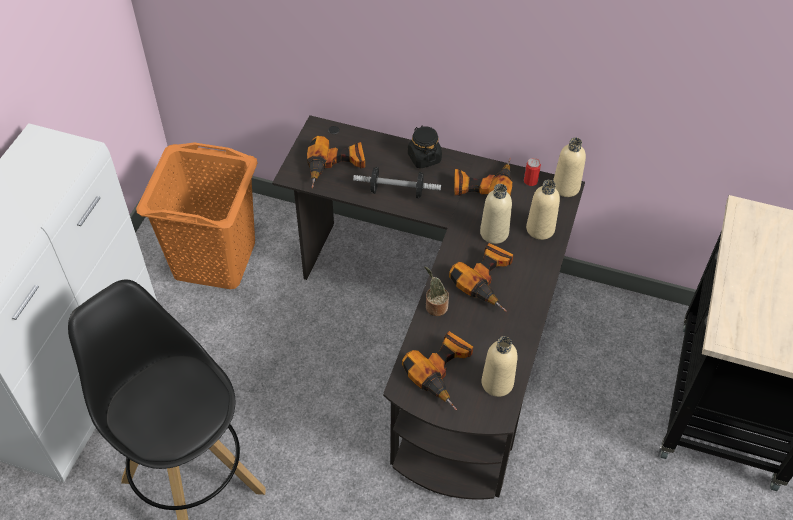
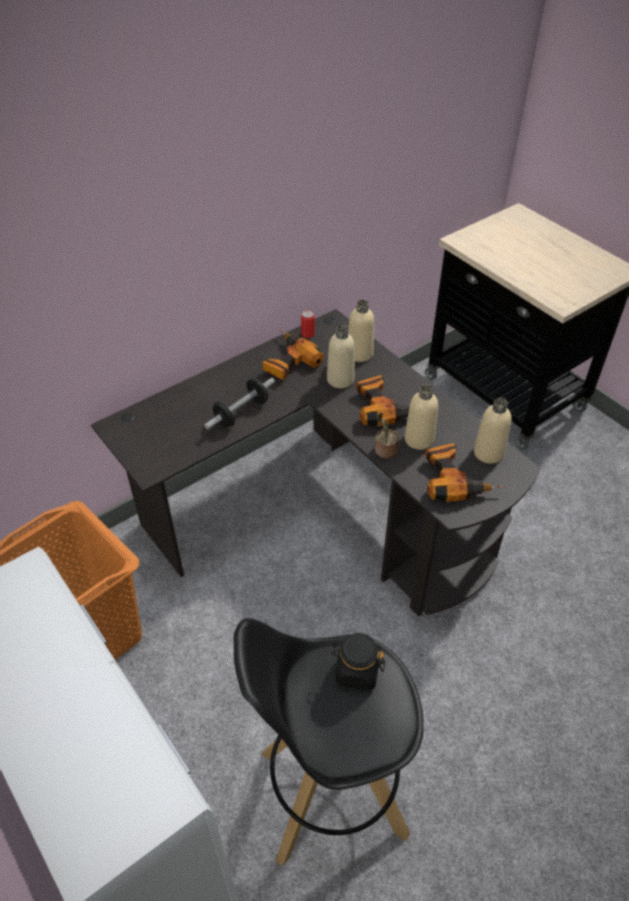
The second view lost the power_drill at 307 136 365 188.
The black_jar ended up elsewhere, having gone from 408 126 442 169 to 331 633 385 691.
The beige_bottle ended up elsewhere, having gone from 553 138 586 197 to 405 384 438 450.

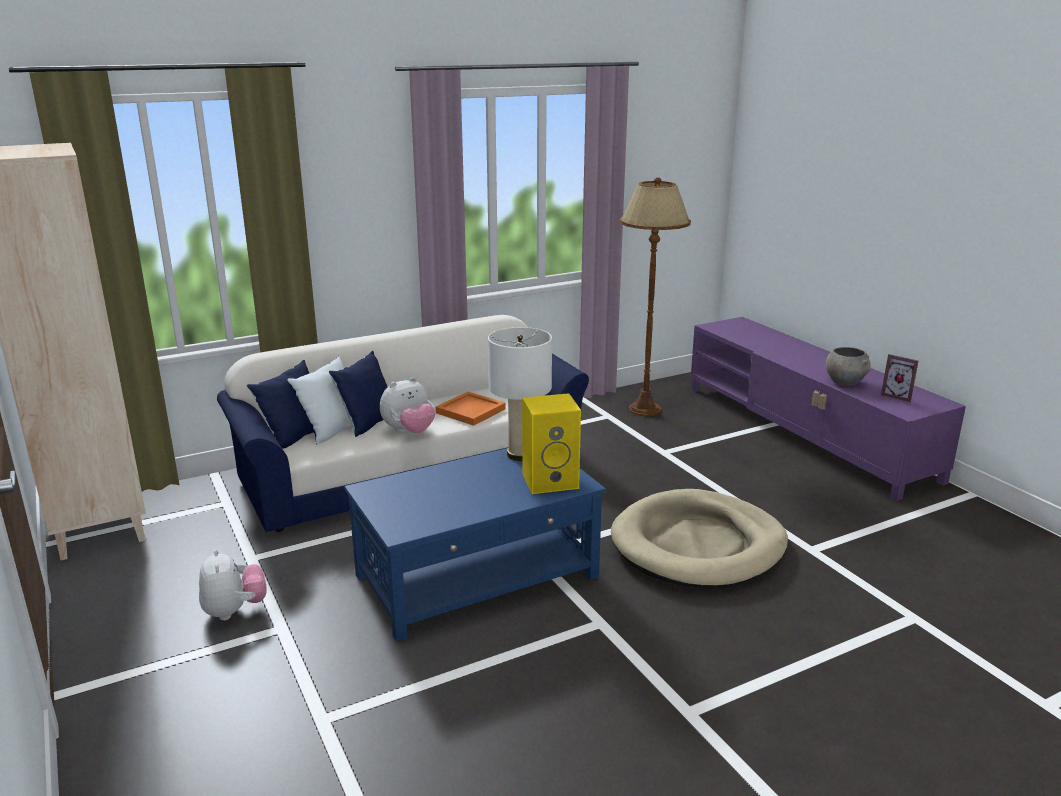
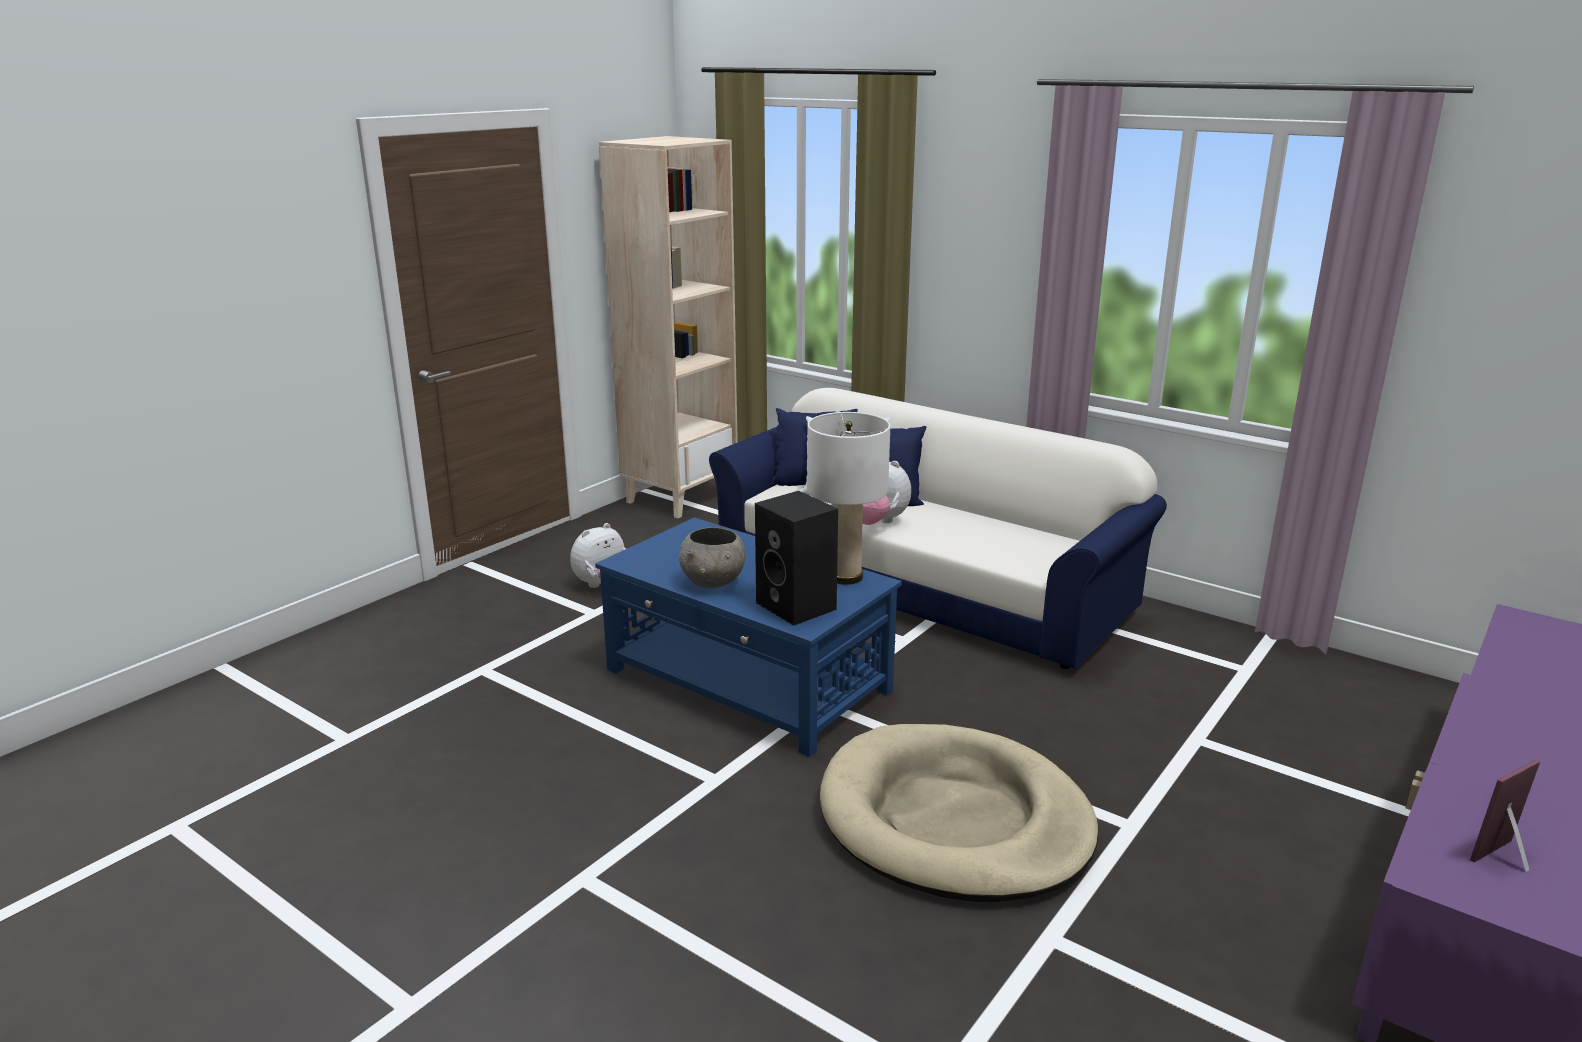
The second view lost the orange_tray at 435 392 506 426.
What was the yellow_speaker at 522 393 581 494 turned into the black_speaker at 755 491 838 626.
The second view lost the brown_floor_lamp at 620 177 691 416.
The grey_bowl ended up elsewhere, having gone from 826 347 871 386 to 679 527 746 589.
The picture_frame at 881 354 918 402 ended up facing another way, 45 degrees clockwise from before.

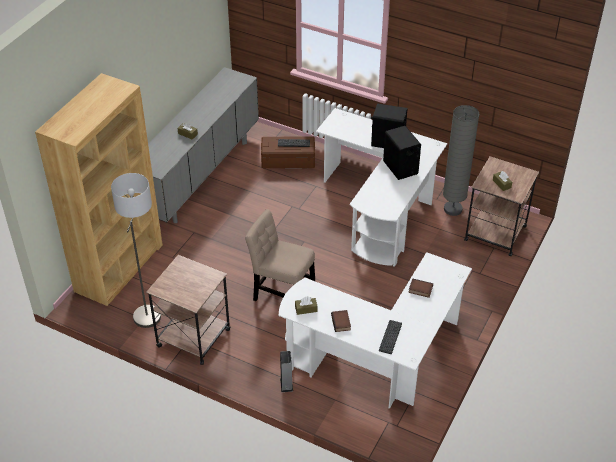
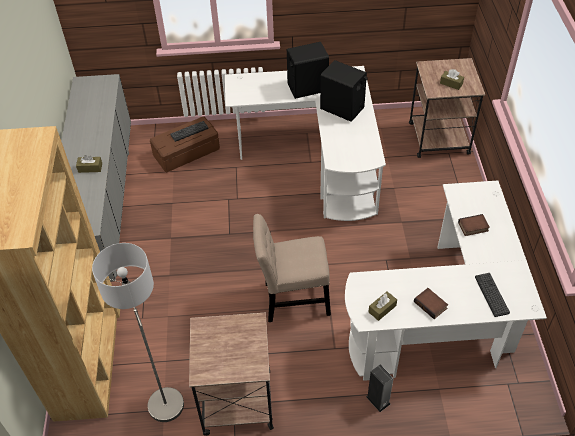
The second view lost the grey_floor_lamp at 443 105 480 216.

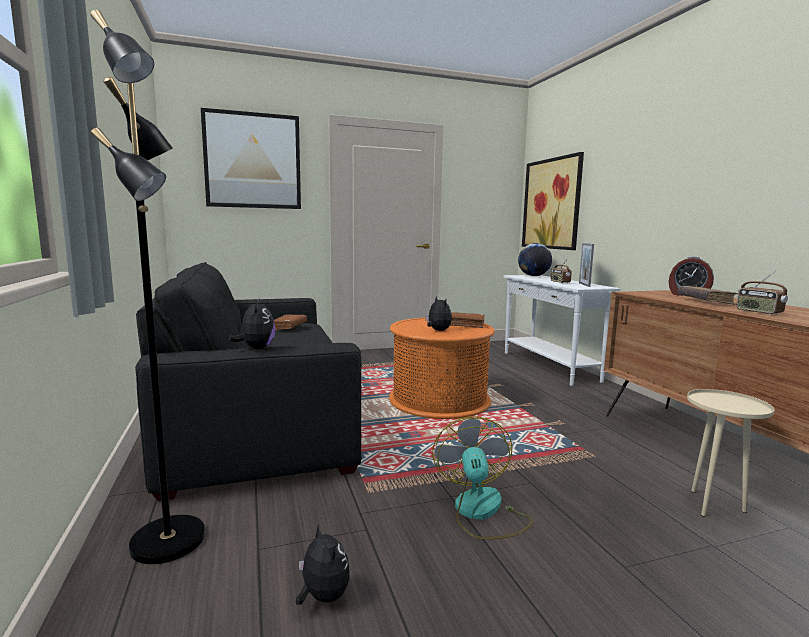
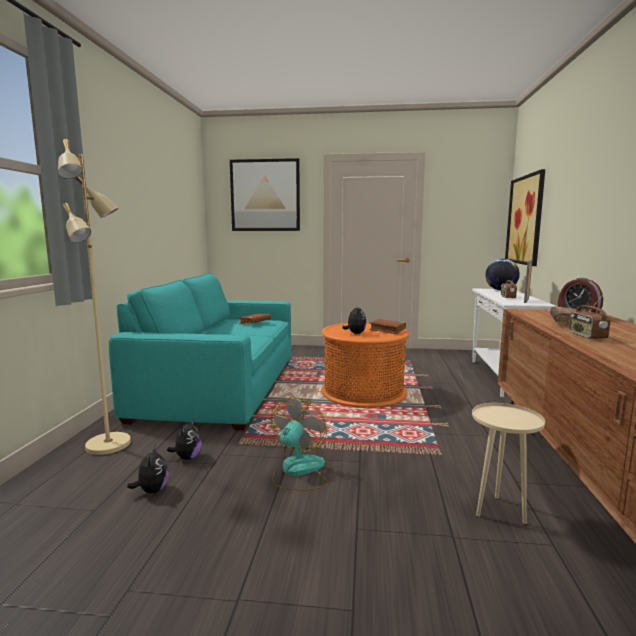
What was the black_floor_lamp at 91 10 205 564 turned into the beige_floor_lamp at 58 139 131 455.
What was the black_sofa at 135 262 362 501 turned into the turquoise_sofa at 109 273 291 430.
The plush_toy ended up elsewhere, having gone from 229 298 275 349 to 167 419 202 460.

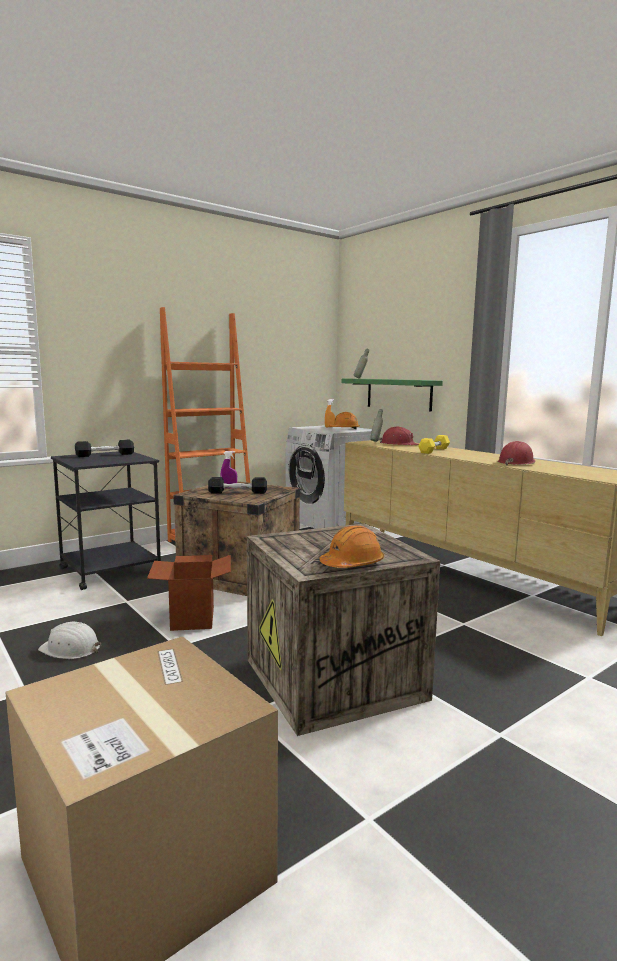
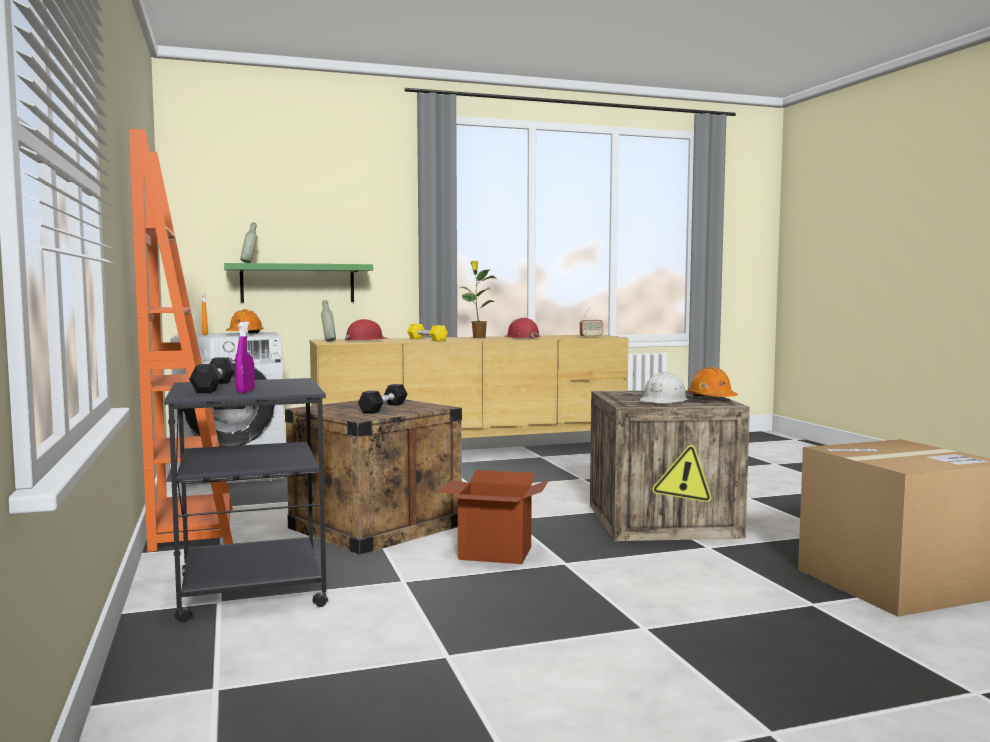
The white_hard_hat ended up elsewhere, having gone from 38 622 101 659 to 639 372 688 404.
The purple_spray_bottle ended up elsewhere, having gone from 220 451 237 489 to 235 321 255 393.
The second view gained the potted_plant at 459 261 496 338.
The second view gained the radio at 580 308 603 338.

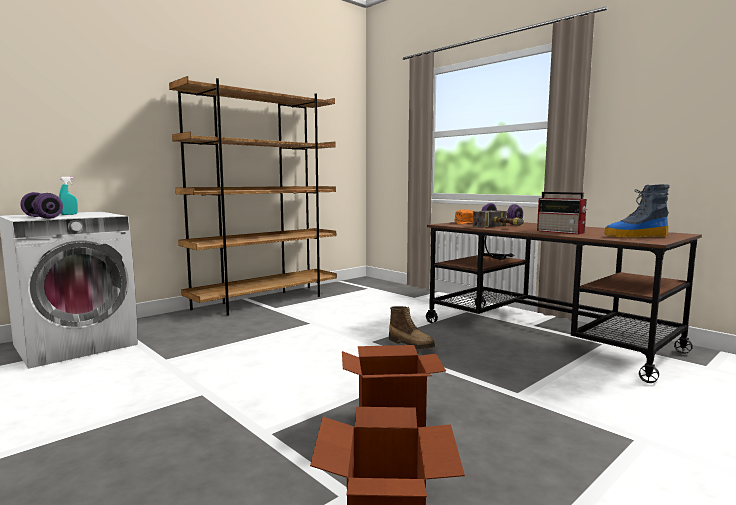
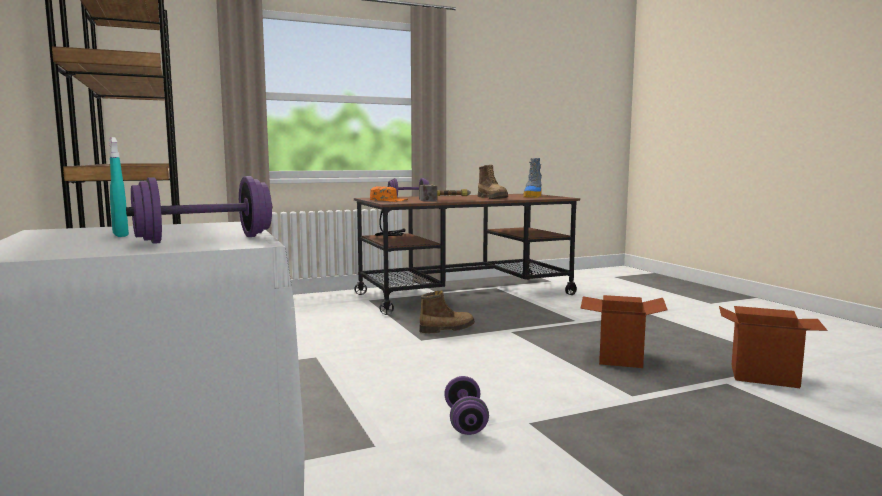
Where the radio stood at 537 192 587 234, the boot came to stand at 478 165 508 199.
The second view gained the purple_dumbbell at 444 376 489 435.

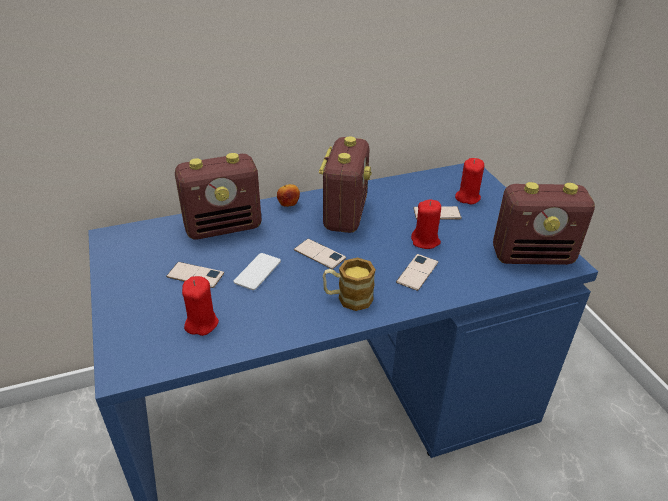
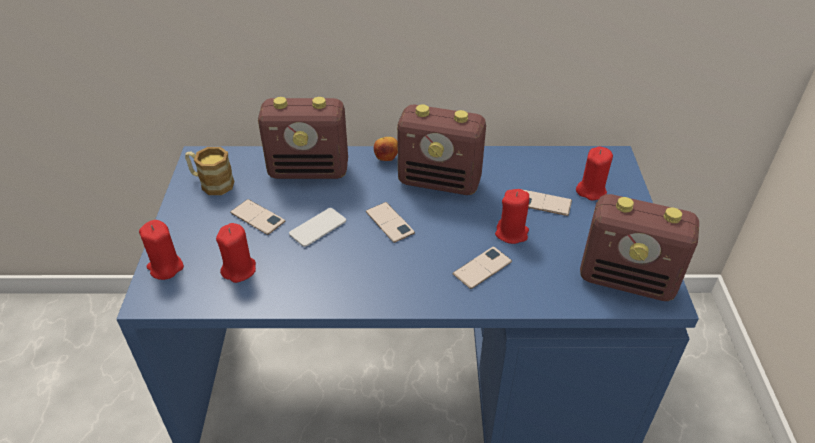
The radio at 319 137 372 233 ended up facing another way, 75 degrees clockwise from before.
The mug ended up elsewhere, having gone from 323 258 376 311 to 185 147 234 195.
The second view gained the red_candle at 139 220 184 280.

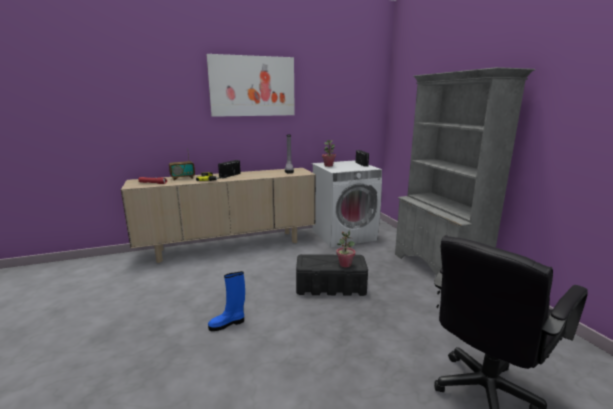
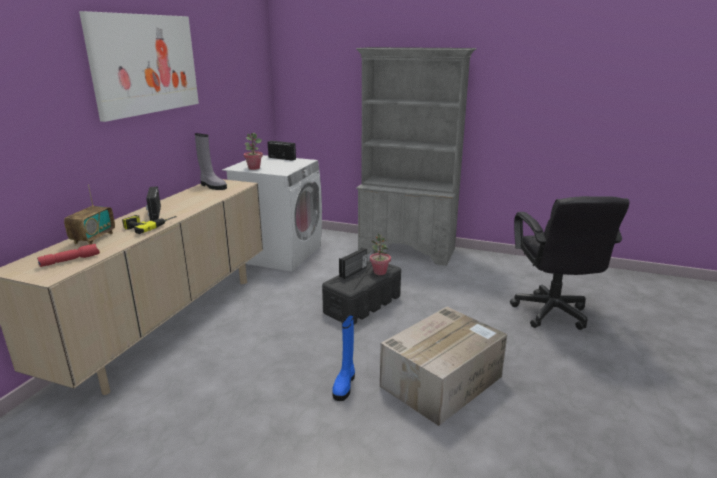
The second view gained the radio at 339 248 367 279.
The second view gained the cardboard_box at 380 307 507 426.

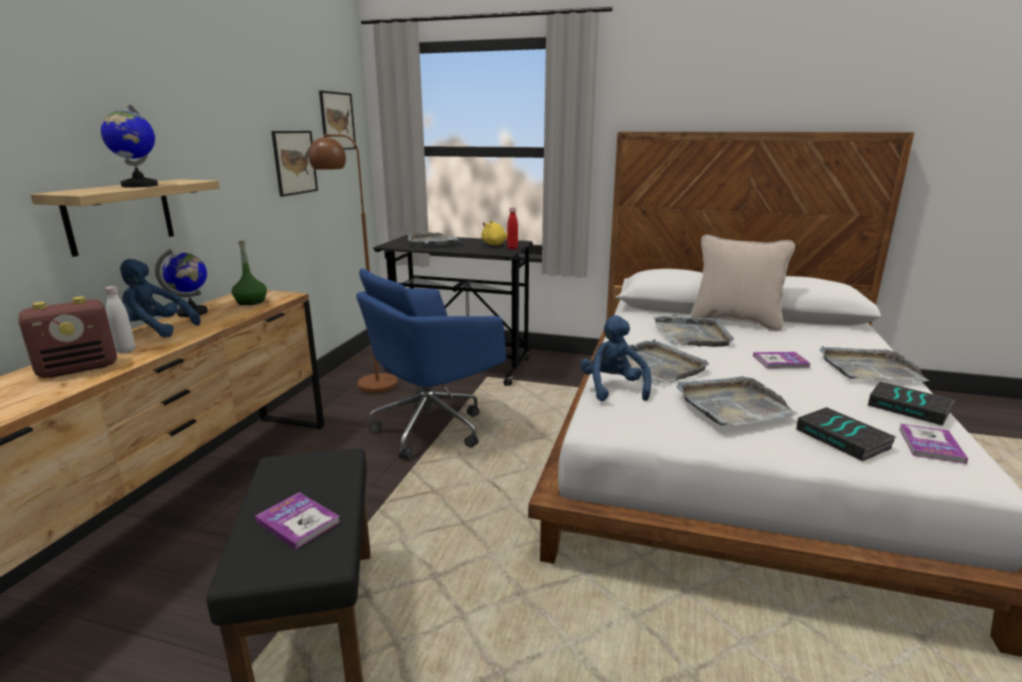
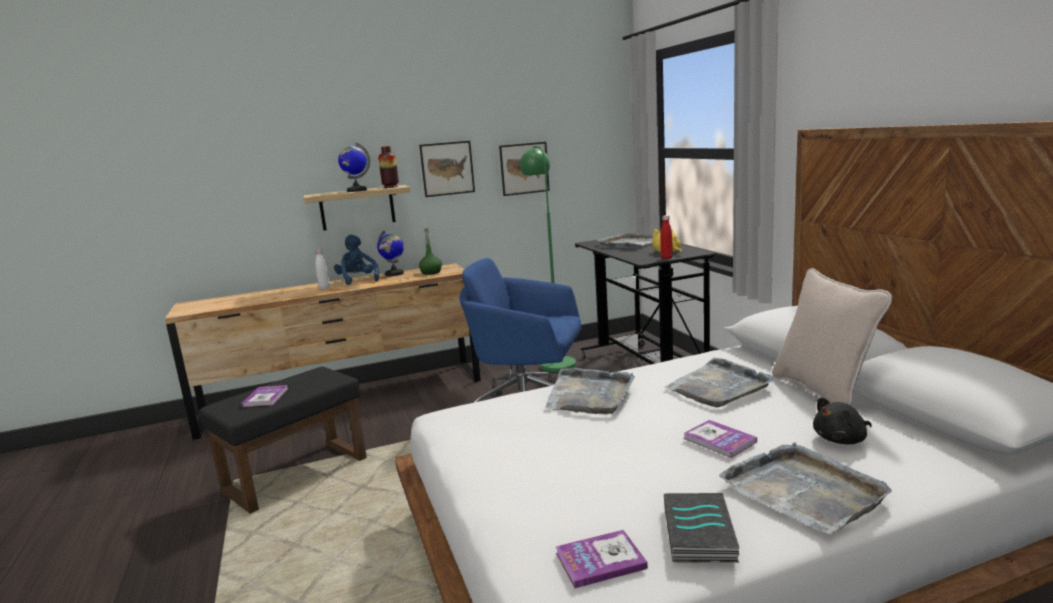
The second view lost the radio at 19 296 117 378.
What was the brown_floor_lamp at 308 134 398 394 turned into the green_floor_lamp at 520 146 576 373.
The picture ended up elsewhere, having gone from 319 91 356 150 to 419 141 475 197.
The second view lost the blue_plush_toy at 580 315 651 401.
The second view lost the grey_tray at 676 376 798 426.
The second view lost the book at 796 407 896 461.
The second view gained the vase at 378 146 399 188.
The second view gained the black_plush_toy at 813 397 872 444.

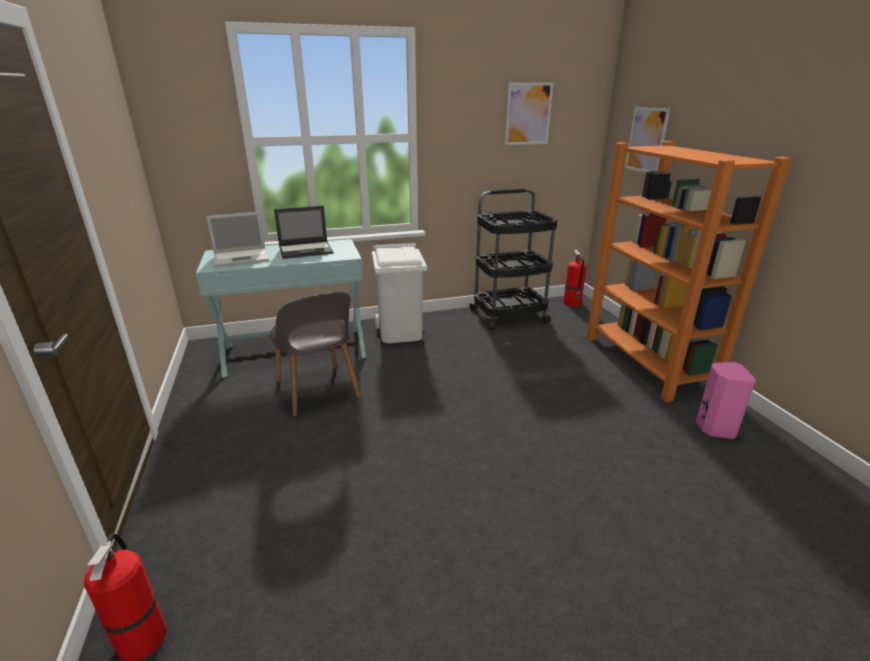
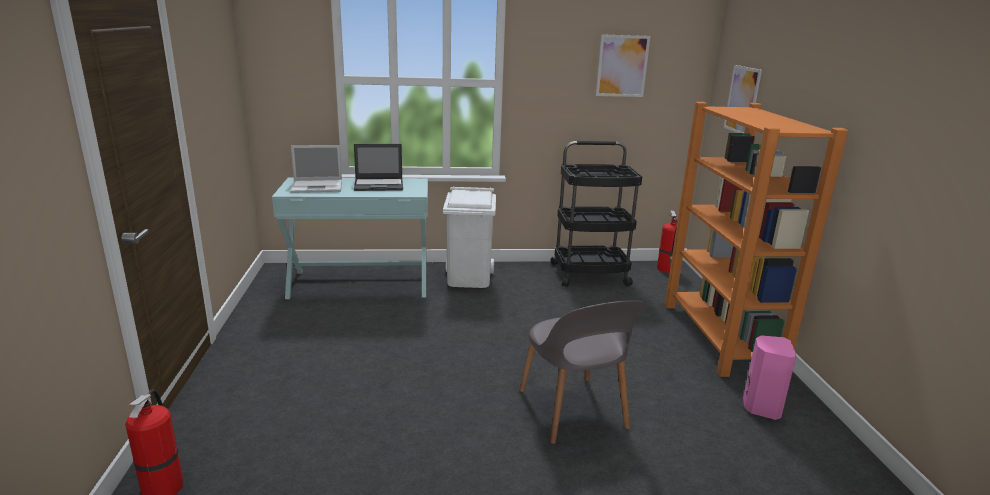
The grey_chair ended up elsewhere, having gone from 270 292 361 416 to 519 300 644 444.

